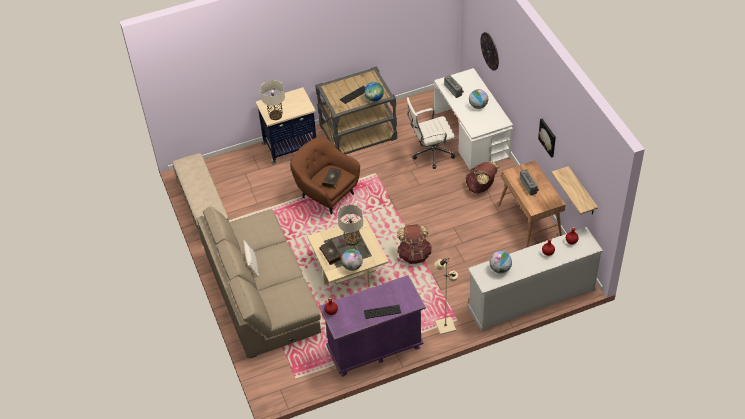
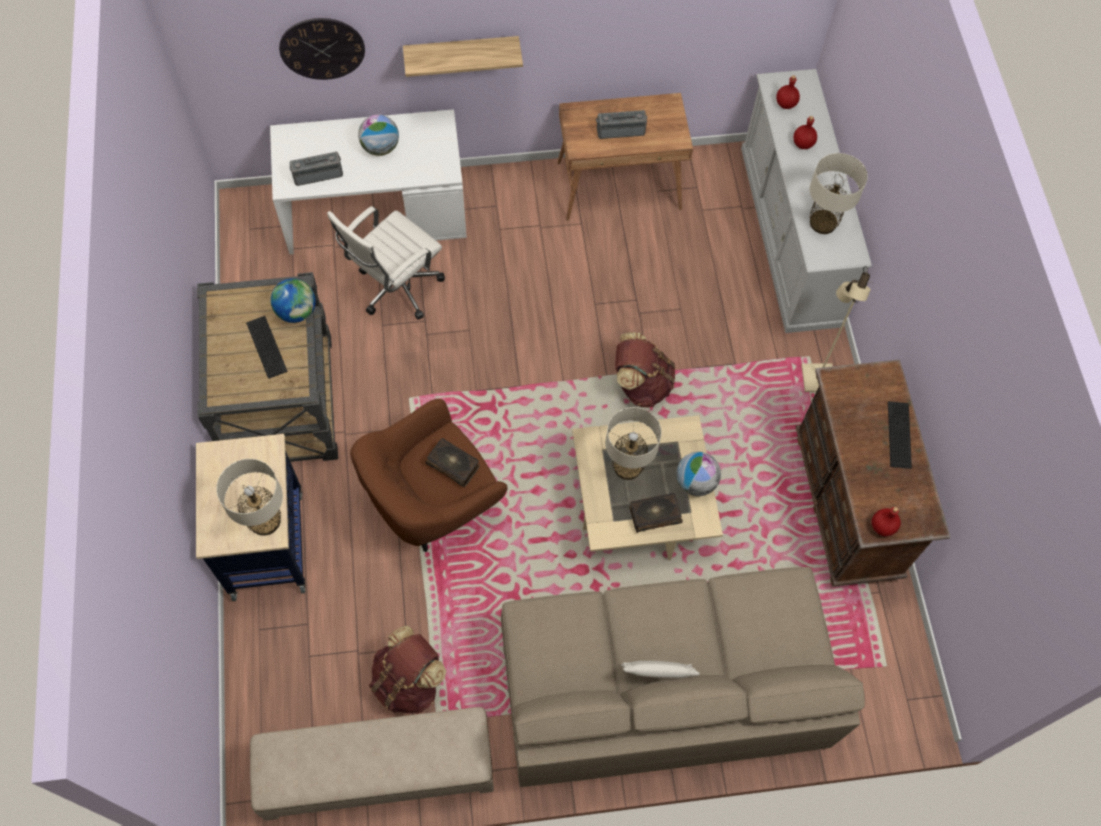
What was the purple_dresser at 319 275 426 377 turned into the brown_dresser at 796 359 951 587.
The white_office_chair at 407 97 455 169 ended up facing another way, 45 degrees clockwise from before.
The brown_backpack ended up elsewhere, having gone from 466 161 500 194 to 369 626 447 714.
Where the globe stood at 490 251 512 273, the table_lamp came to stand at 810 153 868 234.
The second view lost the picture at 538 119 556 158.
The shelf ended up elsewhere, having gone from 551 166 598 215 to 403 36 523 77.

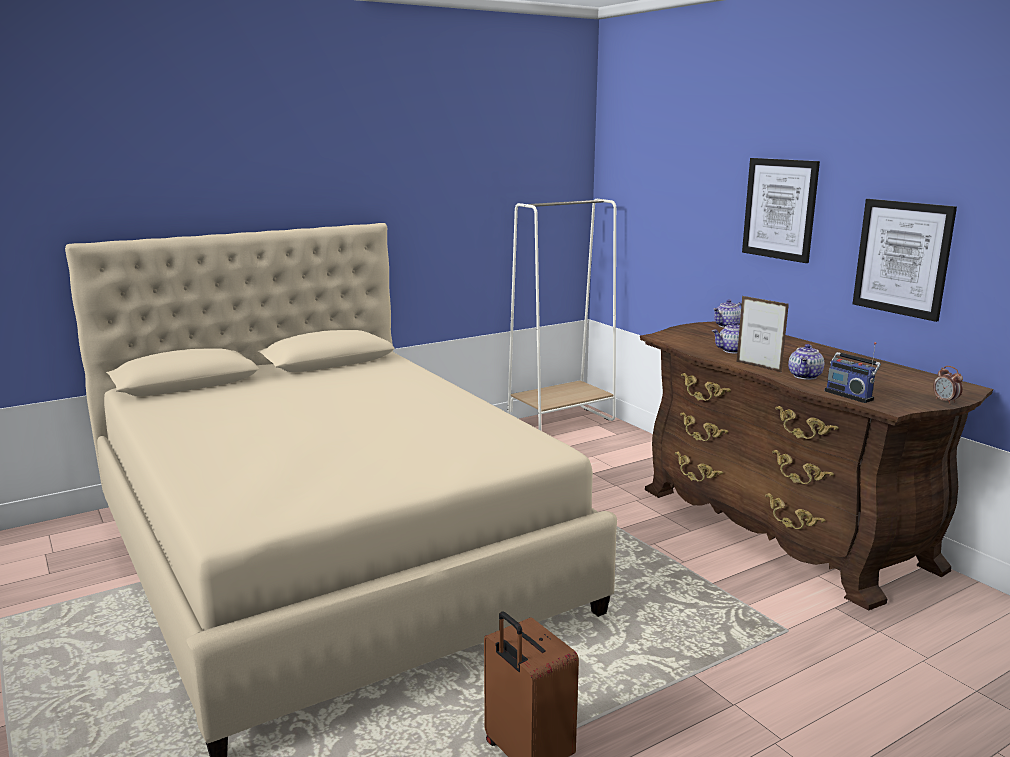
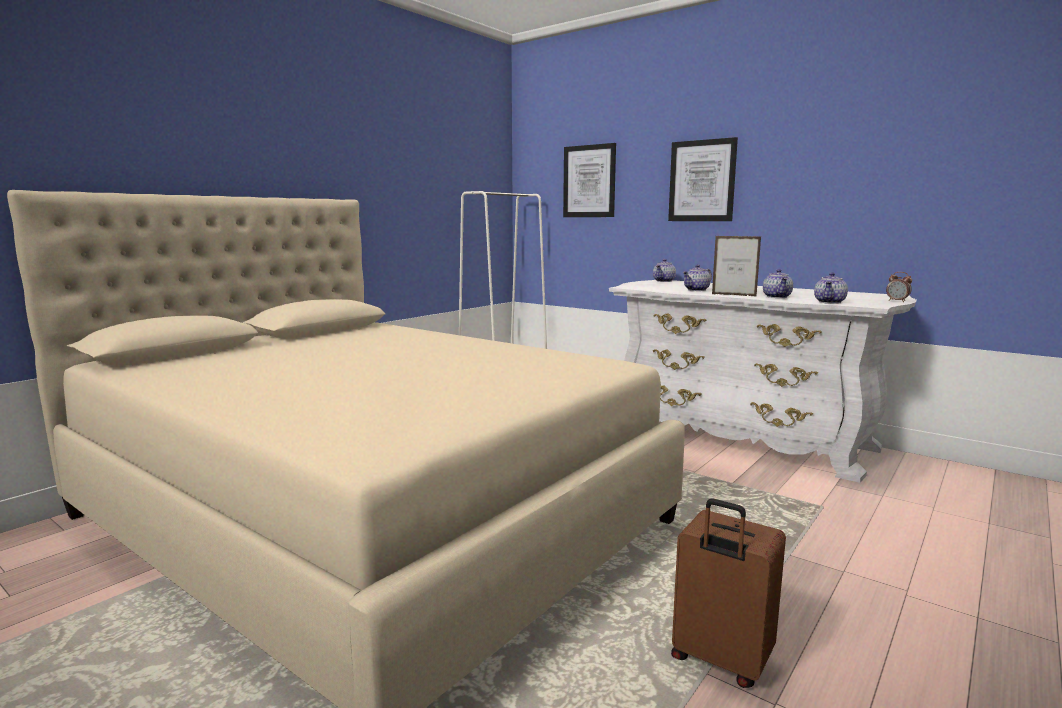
What was the brown_dresser at 640 321 993 611 turned into the white_dresser at 609 280 917 483.
Where the radio stood at 825 342 881 403, the teapot came to stand at 814 272 848 304.
The picture ended up elsewhere, having gone from 853 199 957 322 to 563 143 616 217.

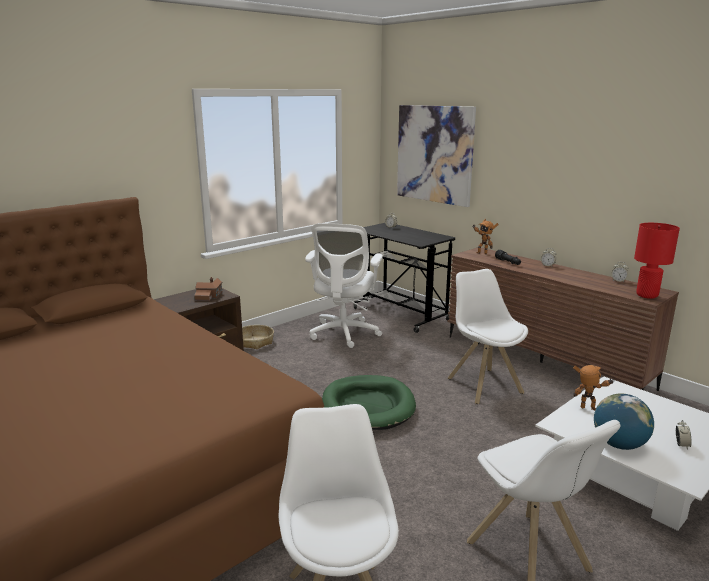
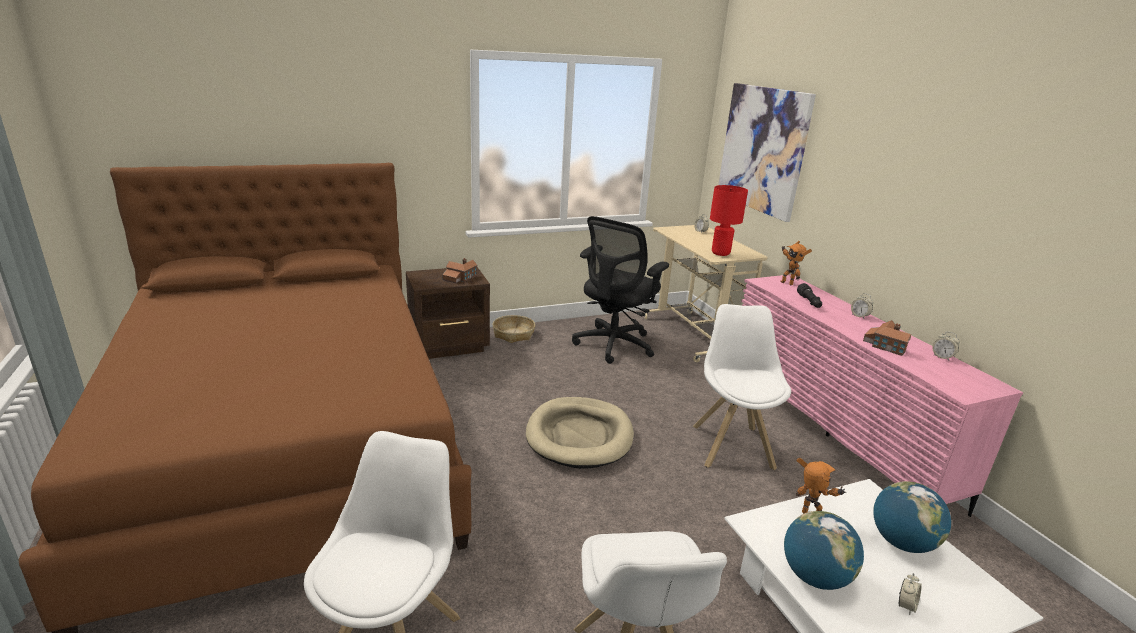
What was the white_office_chair at 305 223 383 348 turned into the black_office_chair at 572 216 669 364.
What was the green_dog_bed at 322 375 416 430 turned into the beige_dog_bed at 526 397 634 469.
What was the black_desk at 353 223 455 333 turned into the beige_desk at 645 225 768 362.
What was the brown_dresser at 448 247 679 391 turned into the pink_dresser at 741 274 1023 517.
The red_table_lamp ended up elsewhere, having gone from 634 223 680 299 to 710 185 748 256.
The second view gained the toy_house at 863 320 911 356.
The second view gained the globe at 873 481 951 553.

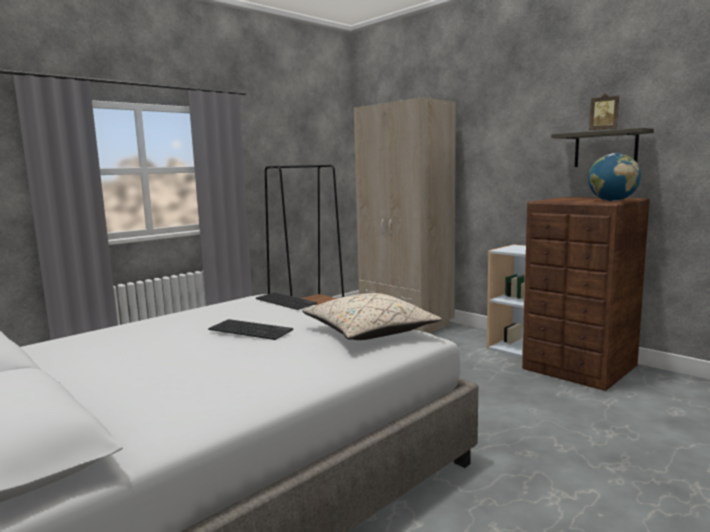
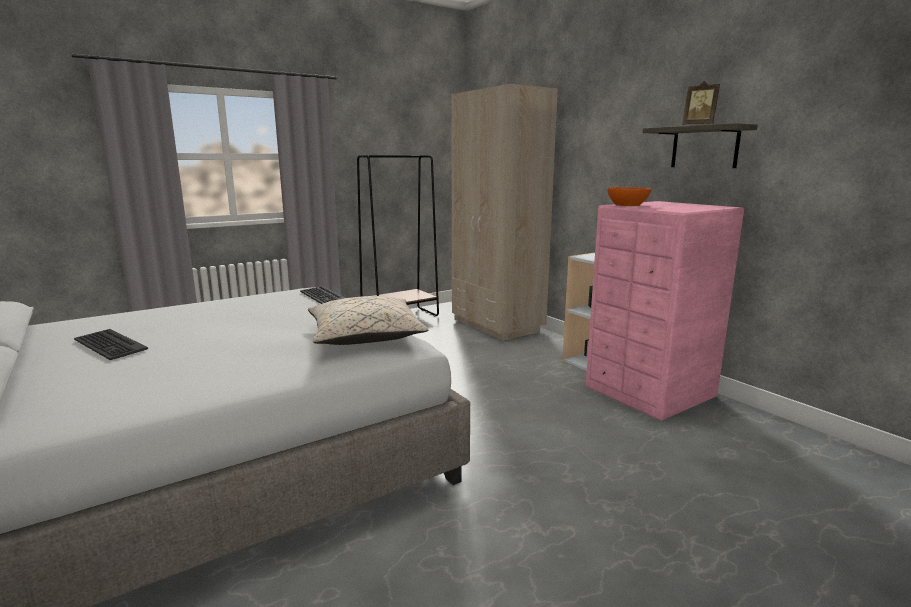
The keyboard ended up elsewhere, having gone from 208 319 293 340 to 74 329 148 360.
What was the brown_dresser at 522 197 649 391 turned into the pink_dresser at 586 201 744 421.
The second view lost the globe at 588 153 641 201.
The second view gained the orange_bowl at 607 187 651 206.

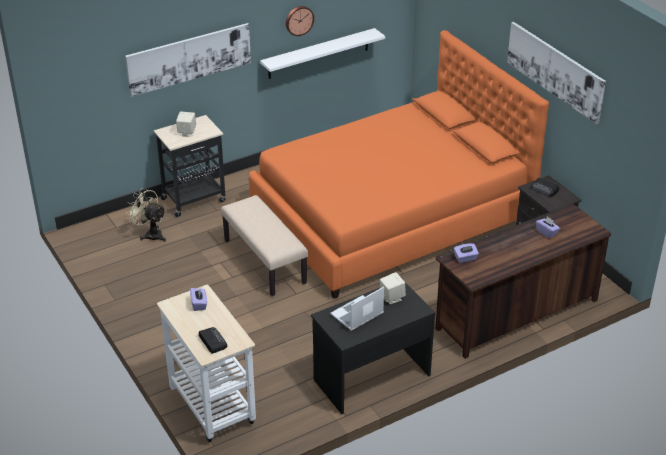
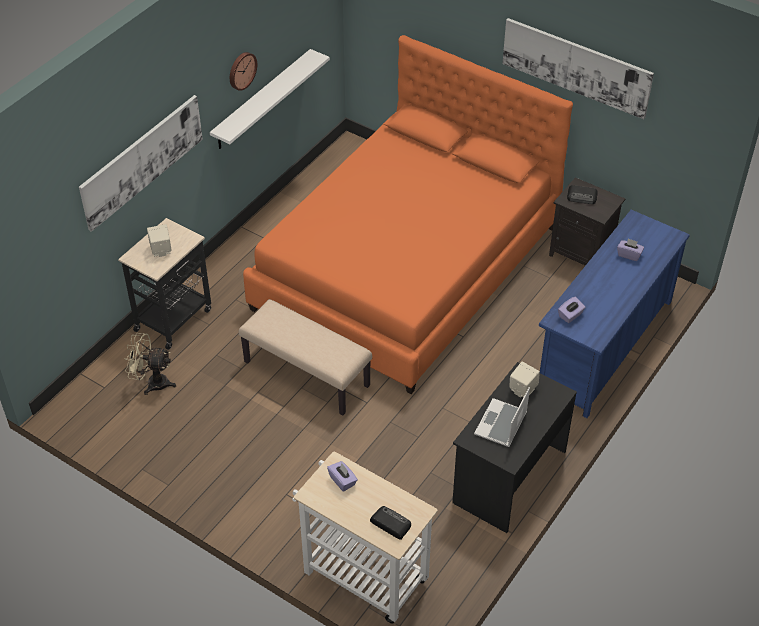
What was the brown_dresser at 435 203 611 359 turned into the blue_dresser at 539 210 690 418.

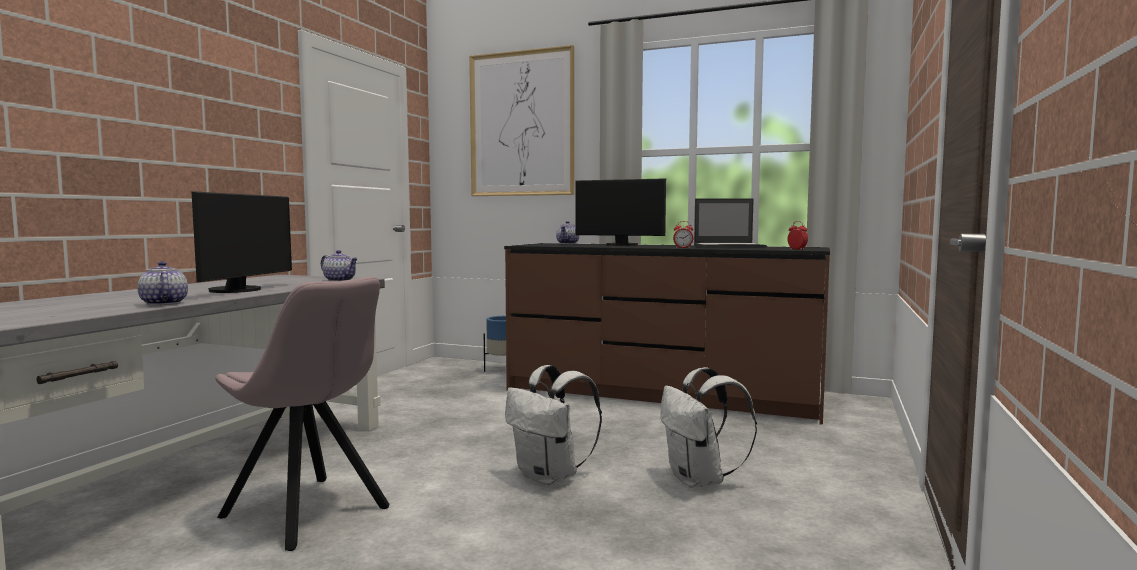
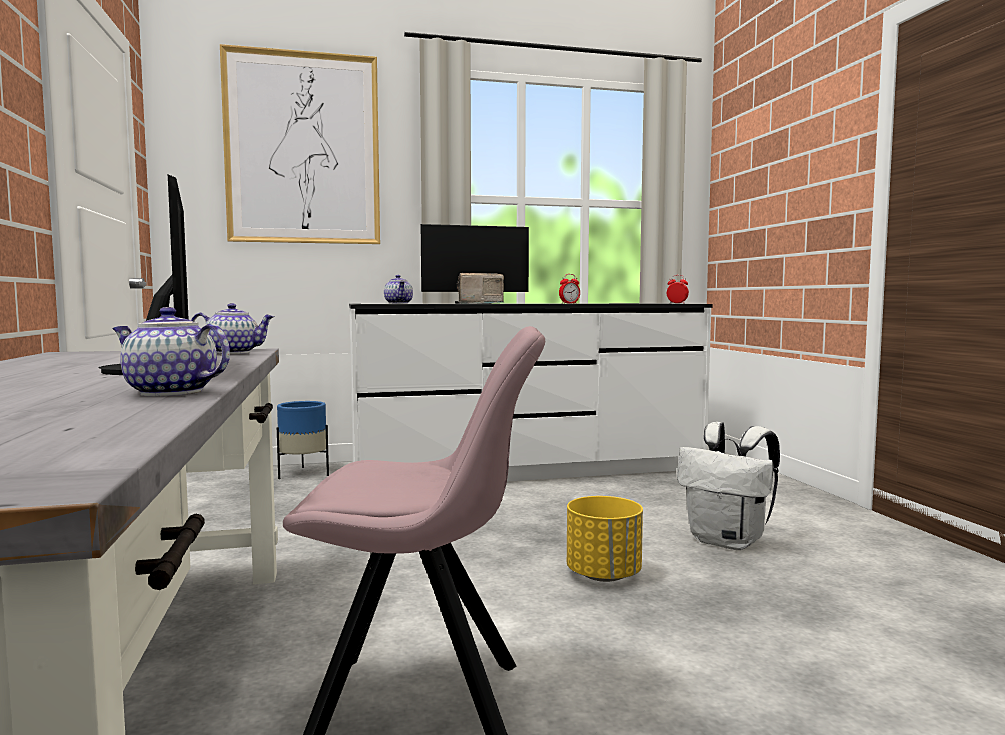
What was the brown_dresser at 504 243 830 425 turned into the white_dresser at 349 303 713 481.
Where the white_backpack stood at 505 365 602 485, the yellow_planter came to stand at 567 496 643 582.
The second view lost the laptop at 694 198 767 248.
The second view gained the radio at 457 273 504 304.

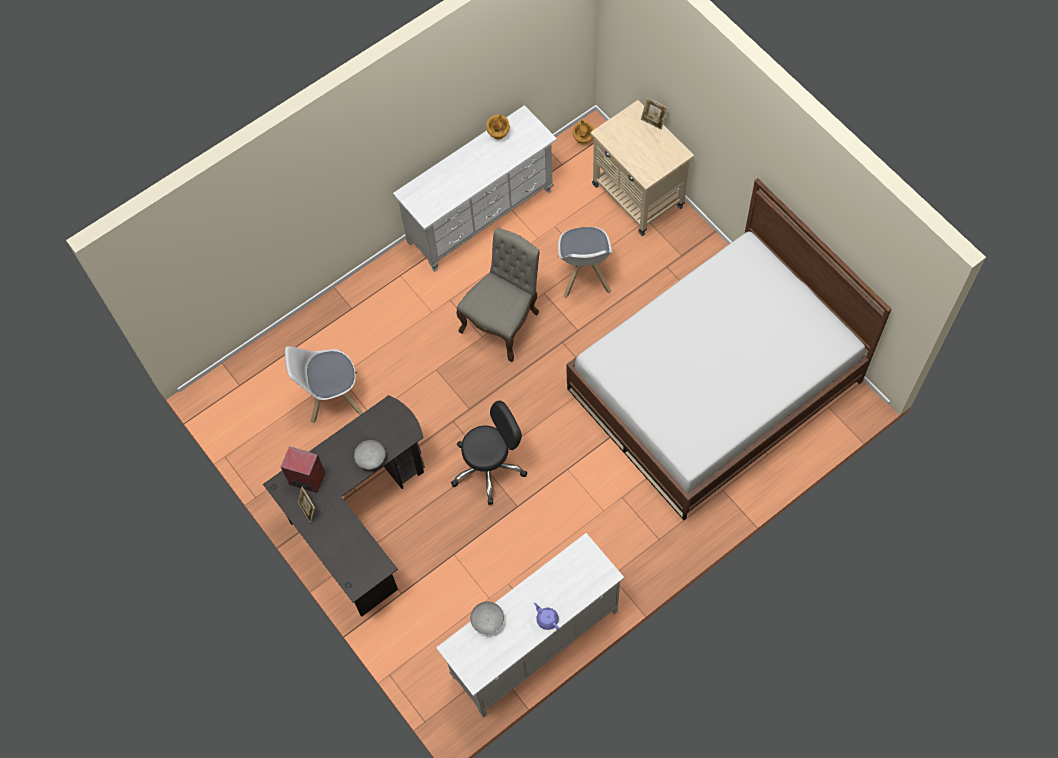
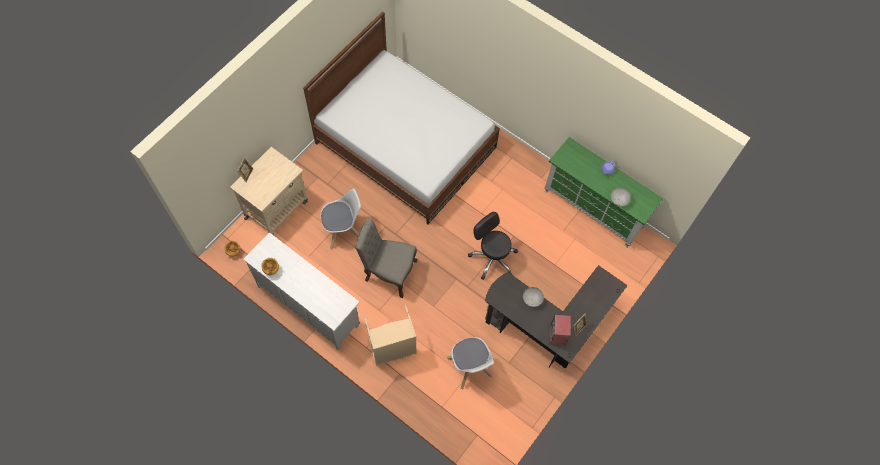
What was the white_dresser at 436 533 624 717 turned into the green_dresser at 544 137 663 248.
The second view gained the beige_laundry_basket at 364 304 417 366.

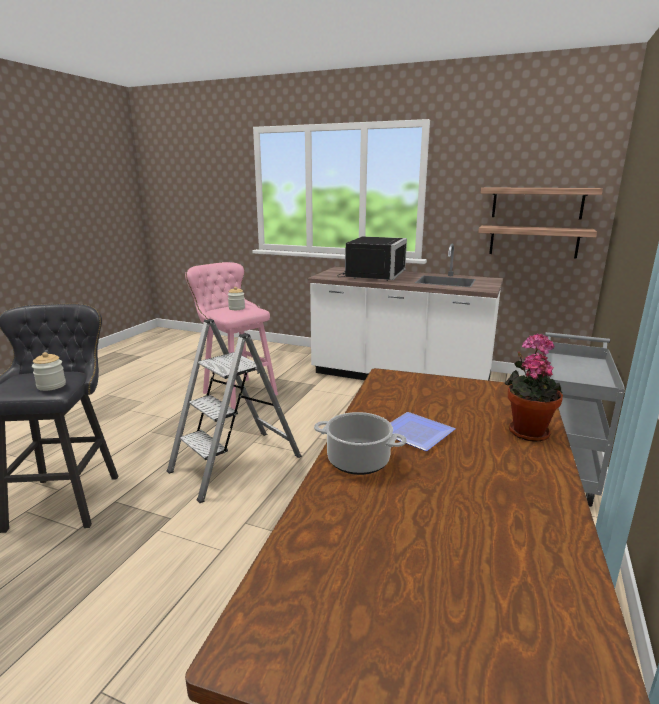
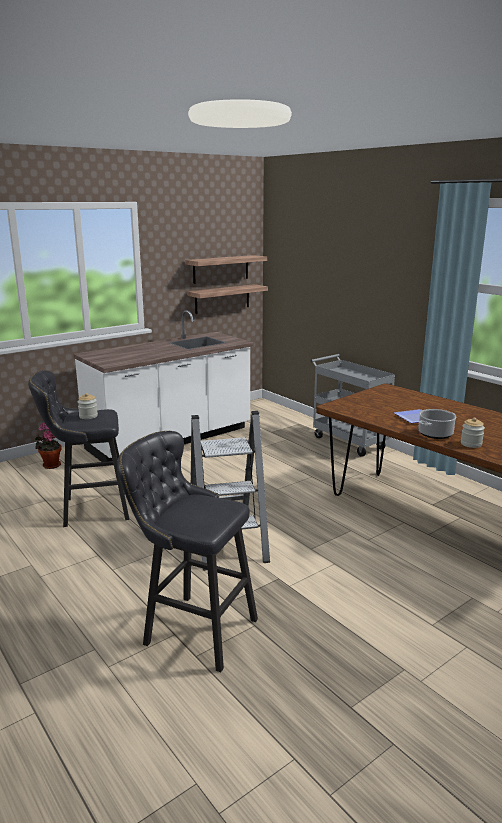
The jar ended up elsewhere, having gone from 32 352 66 391 to 461 418 485 448.
What was the pink_stool at 185 262 278 410 turned into the black_stool at 28 370 129 527.
The second view lost the black_microwave at 337 237 407 281.
The potted_plant ended up elsewhere, having gone from 505 333 563 441 to 35 423 61 469.

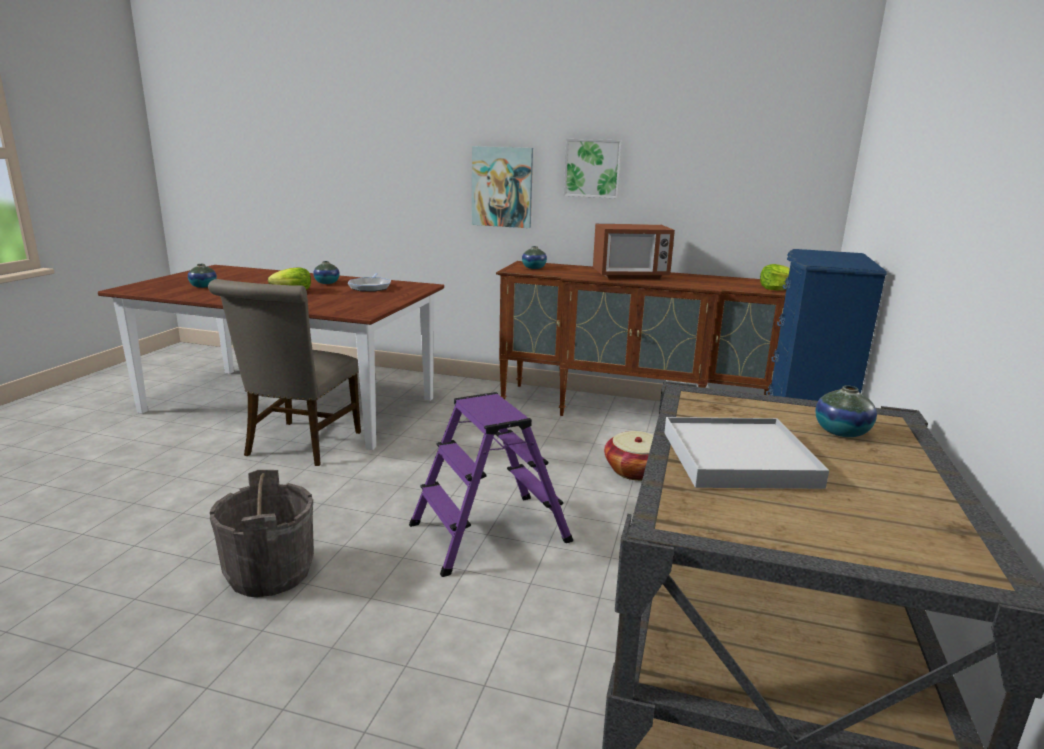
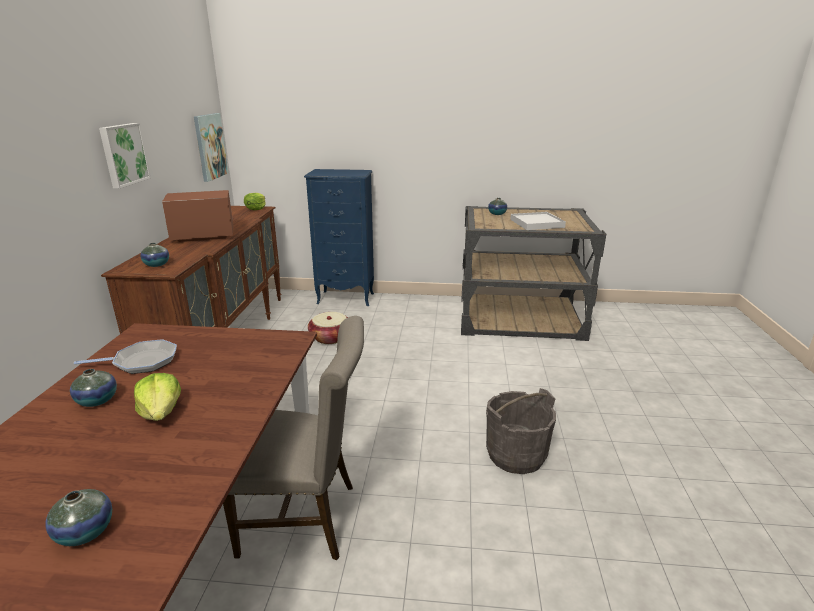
The second view lost the purple_step_ladder at 409 392 574 577.
The picture ended up elsewhere, having gone from 472 146 533 228 to 194 113 229 182.
The microwave at 593 224 675 279 ended up facing another way, 90 degrees counterclockwise from before.

